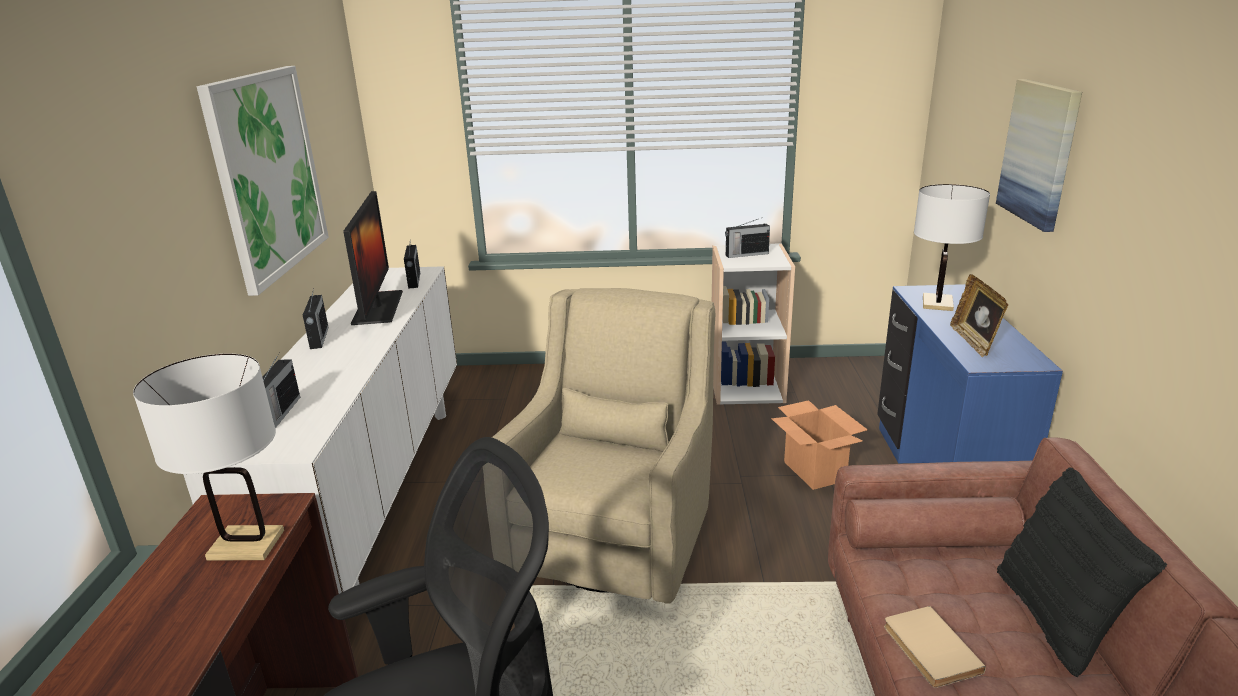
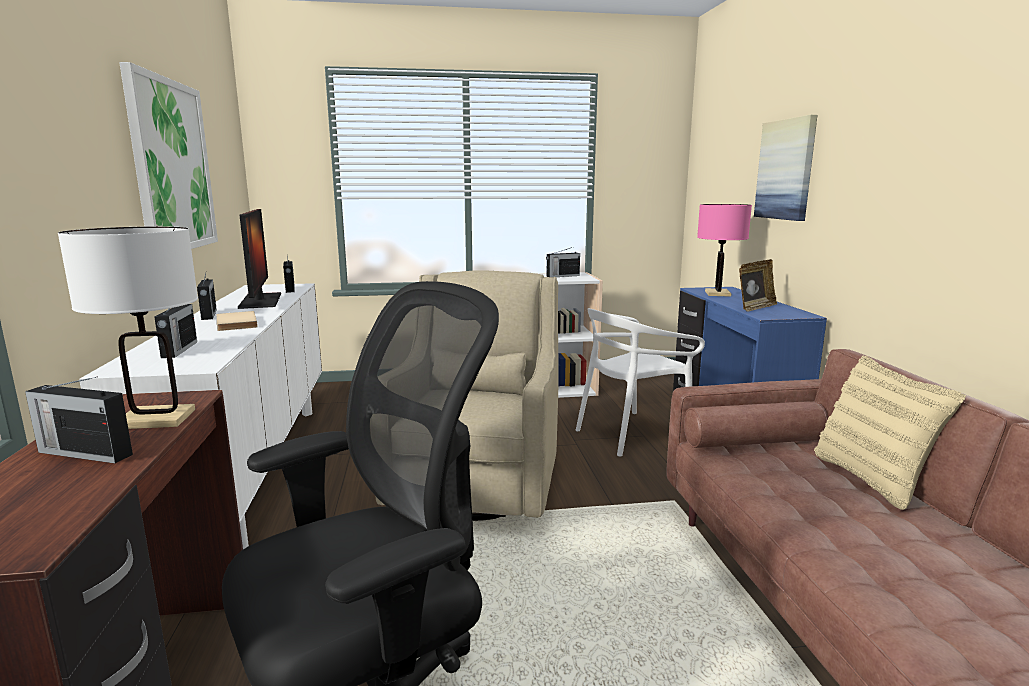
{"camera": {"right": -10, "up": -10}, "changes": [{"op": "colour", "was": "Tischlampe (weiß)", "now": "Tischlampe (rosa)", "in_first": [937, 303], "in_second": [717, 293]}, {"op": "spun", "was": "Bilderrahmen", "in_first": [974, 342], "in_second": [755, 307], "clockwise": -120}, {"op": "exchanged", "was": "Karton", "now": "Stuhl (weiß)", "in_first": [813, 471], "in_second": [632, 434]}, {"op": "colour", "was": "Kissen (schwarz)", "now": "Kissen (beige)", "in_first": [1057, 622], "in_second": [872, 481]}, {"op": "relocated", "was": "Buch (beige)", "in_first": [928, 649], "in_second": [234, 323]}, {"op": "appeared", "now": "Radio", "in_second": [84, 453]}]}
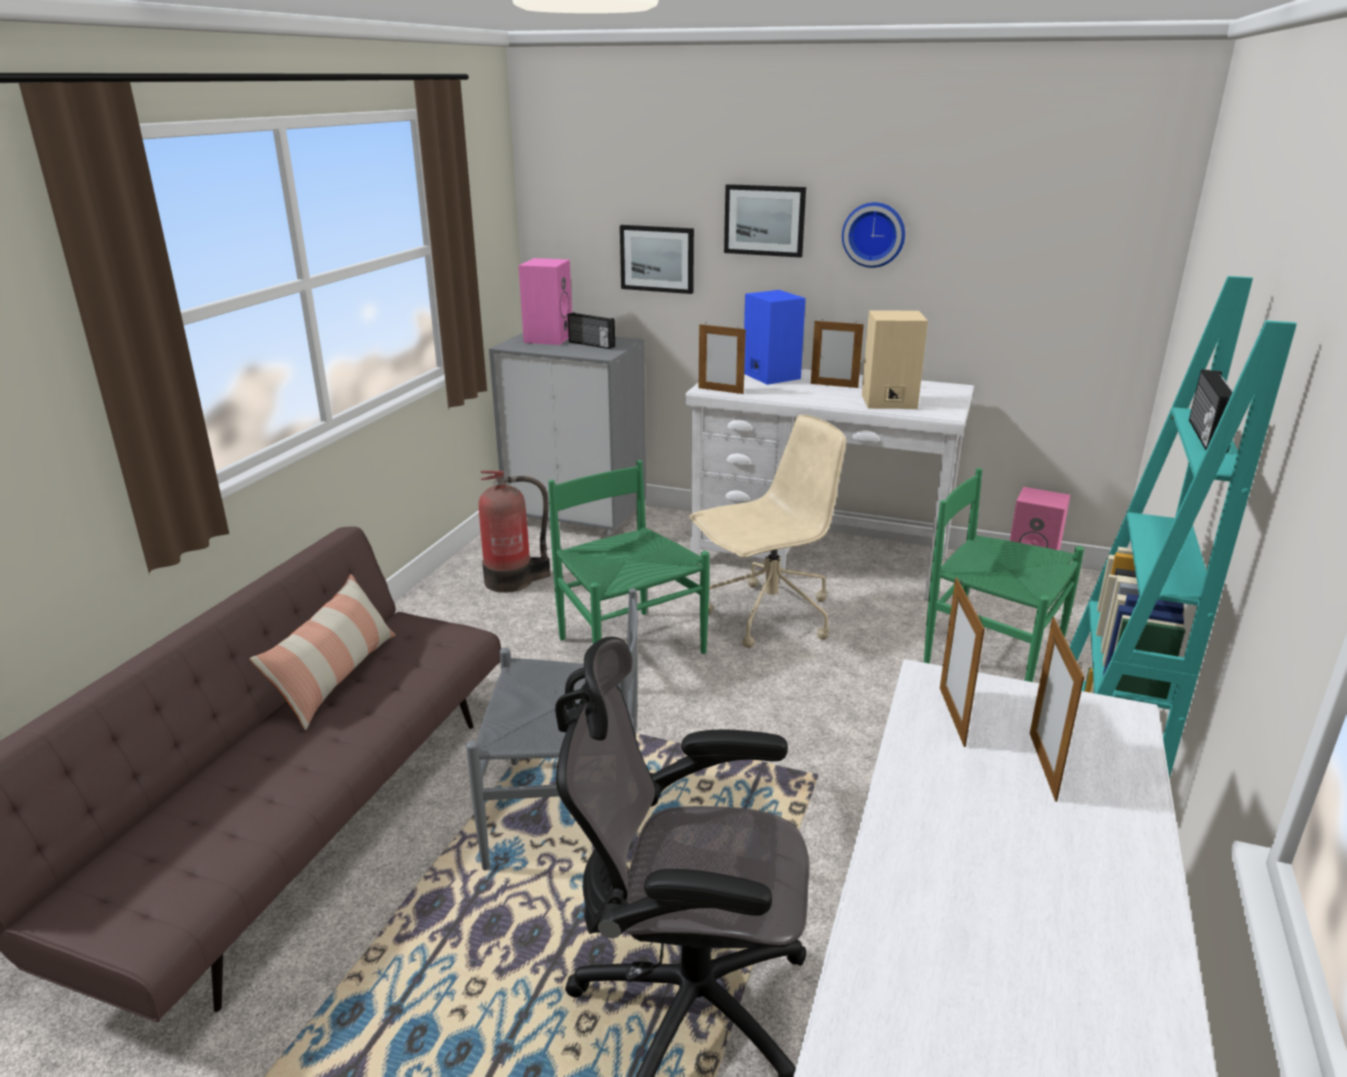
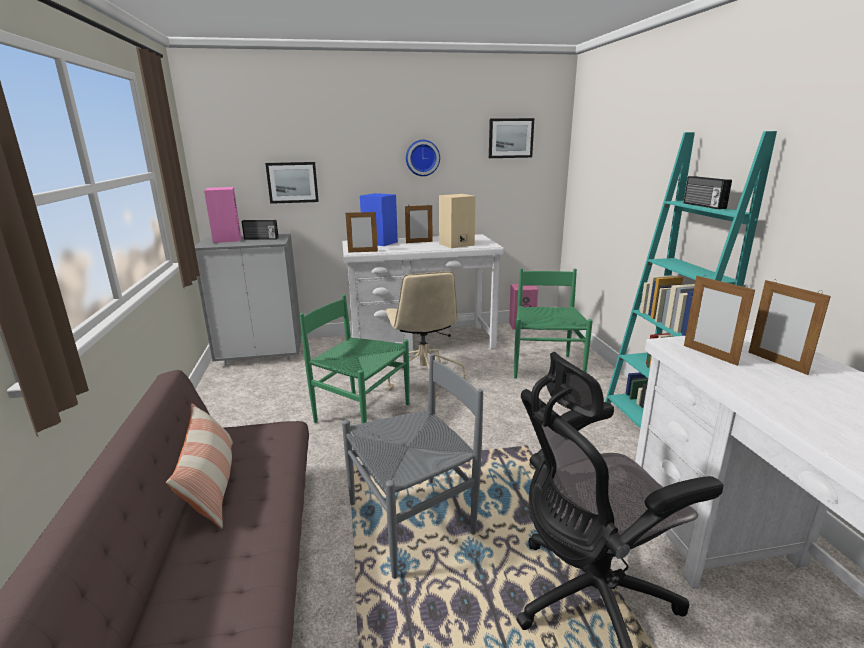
{"camera": {"right": -30, "up": -5}, "changes": [{"op": "relocated", "was": "Bild", "in_first": [764, 220], "in_second": [510, 138]}, {"op": "spun", "was": "Bürostuhl (beige)", "in_first": [765, 618], "in_second": [423, 378], "clockwise": 135}, {"op": "spun", "was": "Stuhl (grün)", "in_first": [990, 658], "in_second": [545, 366], "clockwise": 90}, {"op": "missing", "was": "Feuerlöscher", "in_first": [513, 580]}]}
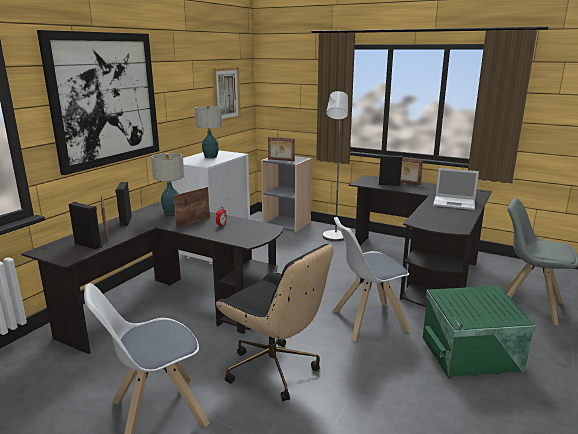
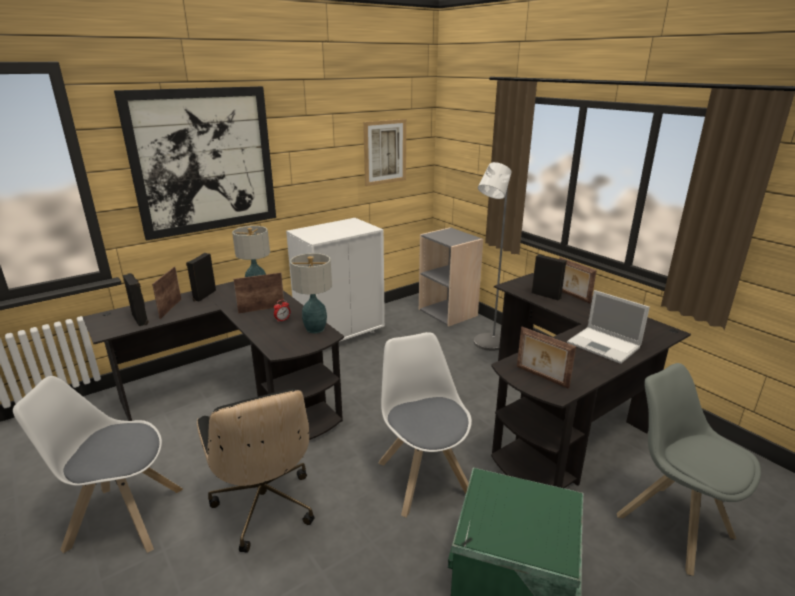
{"camera": {"right": 25, "up": 5}, "changes": [{"op": "relocated", "was": "Tischlampe", "in_first": [211, 157], "in_second": [315, 329]}, {"op": "relocated", "was": "Bilderrahmen", "in_first": [281, 160], "in_second": [541, 377]}, {"op": "spun", "was": "Stuhl", "in_first": [367, 321], "in_second": [423, 476], "clockwise": 60}]}
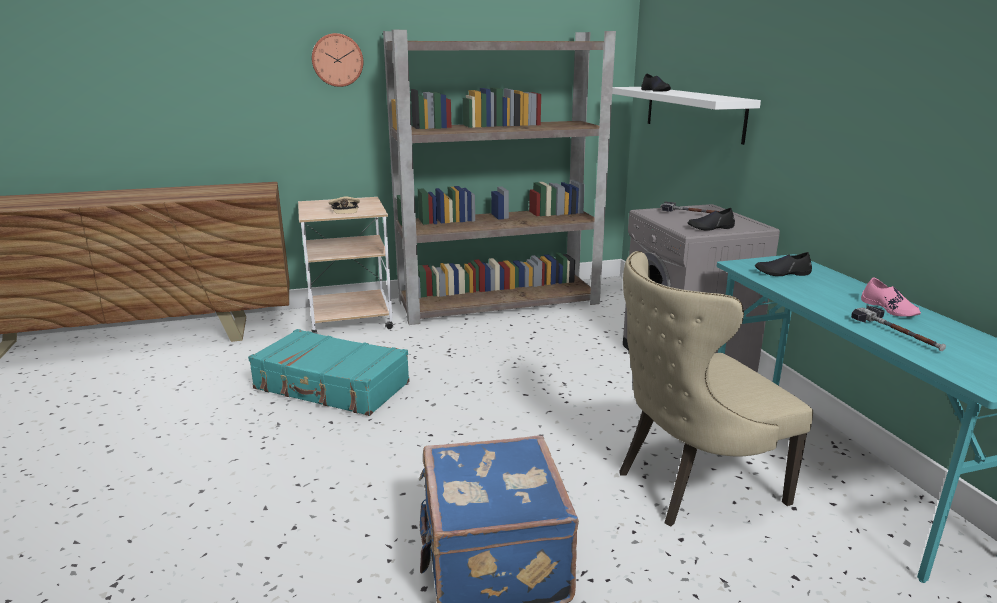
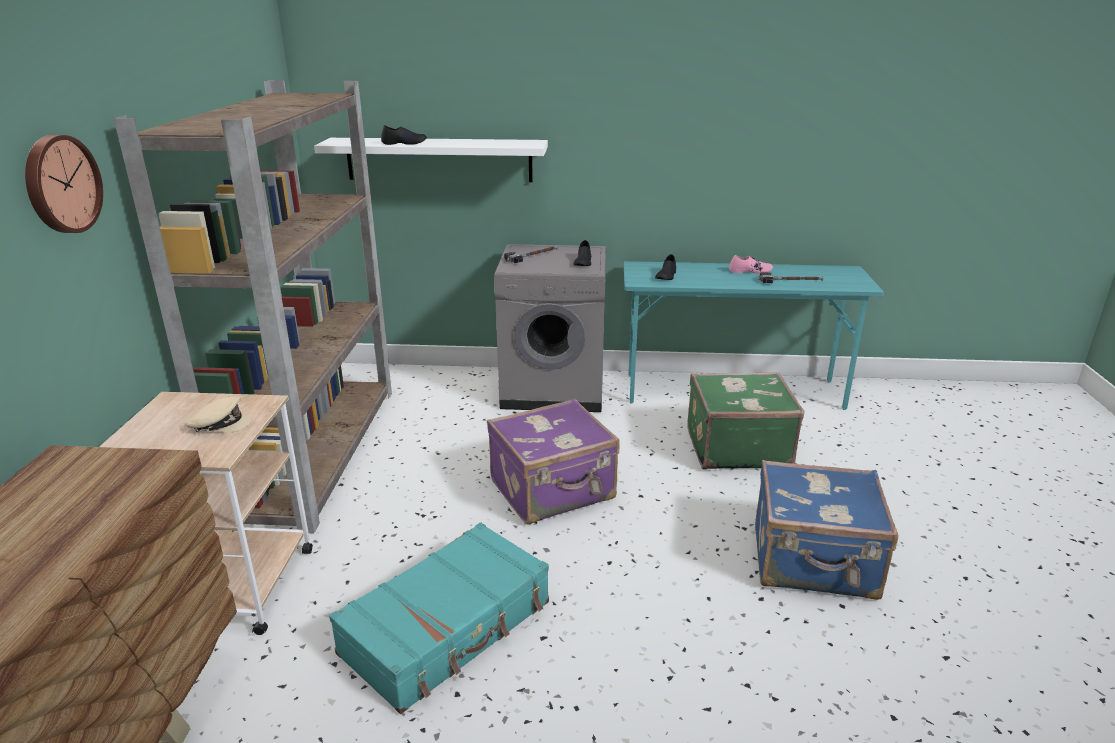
{"camera": {"right": -70, "up": 5}, "changes": [{"op": "exchanged", "was": "Stuhl (beige)", "now": "Koffer (grün)", "in_first": [691, 484], "in_second": [736, 447]}, {"op": "appeared", "now": "Koffer (lila)", "in_second": [553, 491]}]}
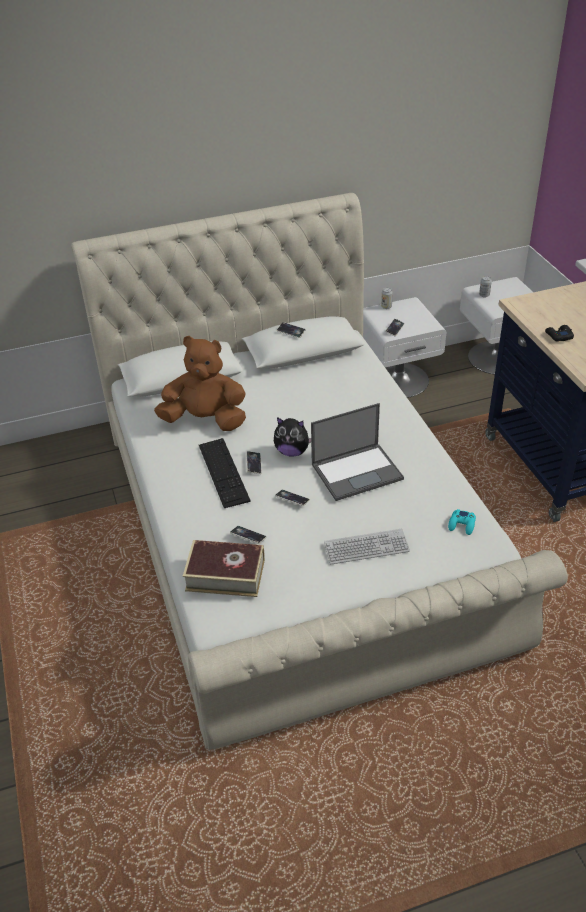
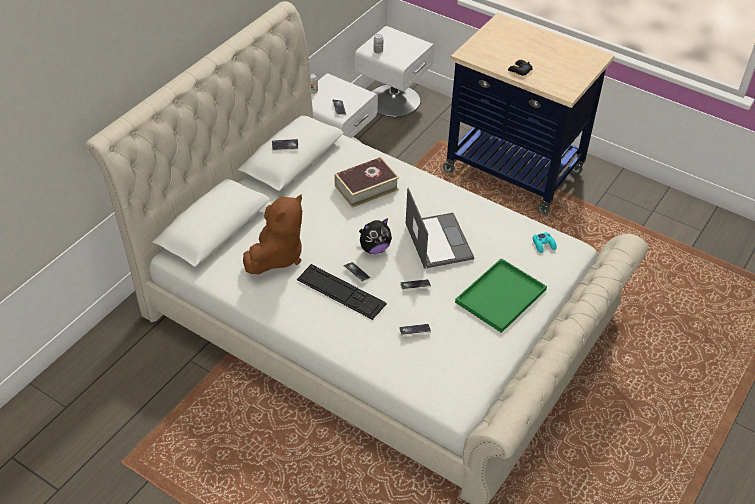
{"camera": {"right": -40, "up": 5}, "changes": [{"op": "spun", "was": "Plüschtier (braun)", "in_first": [205, 420], "in_second": [277, 256], "clockwise": 150}, {"op": "spun", "was": "Laptop", "in_first": [357, 471], "in_second": [438, 240], "clockwise": -45}, {"op": "exchanged", "was": "Tastatur", "now": "Tablett (grün)", "in_first": [366, 548], "in_second": [501, 294]}, {"op": "relocated", "was": "Buch", "in_first": [225, 575], "in_second": [366, 188]}]}
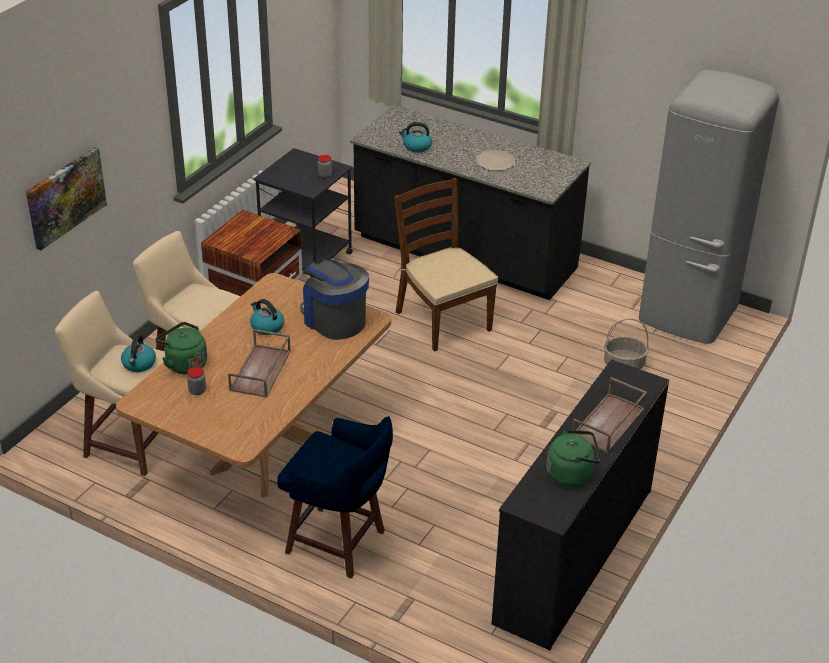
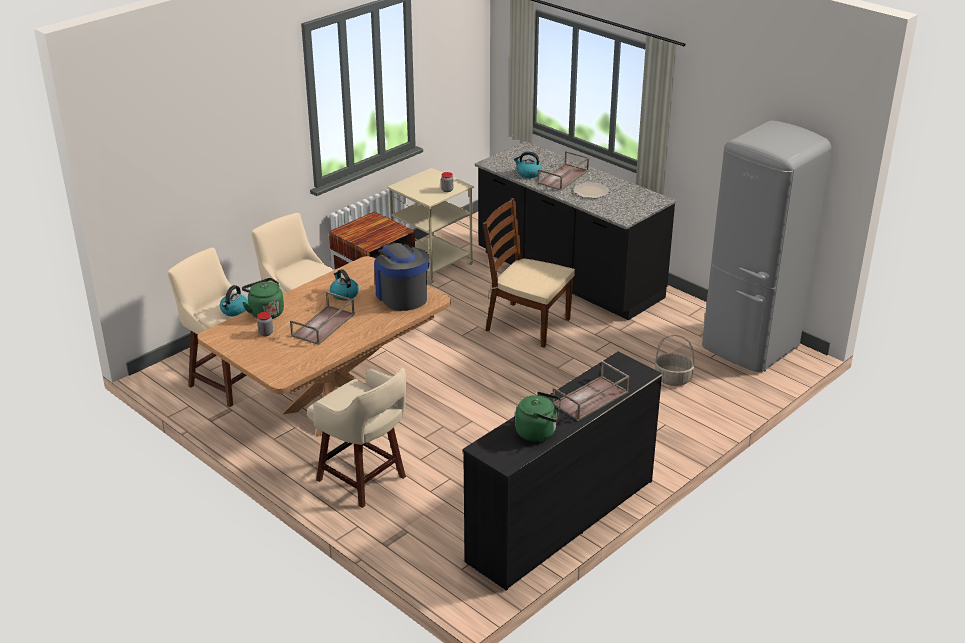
{"camera": {"right": 15, "up": -5}, "changes": [{"op": "missing", "was": "Bild", "in_first": [65, 197]}, {"op": "colour", "was": "Rollwagen (schwarz)", "now": "Rollwagen (beige)", "in_first": [307, 258], "in_second": [433, 263]}, {"op": "spun", "was": "Stuhl (braun)", "in_first": [442, 320], "in_second": [527, 324], "clockwise": -45}, {"op": "colour", "was": "Hocker (blau)", "now": "Hocker (beige)", "in_first": [339, 544], "in_second": [363, 481]}, {"op": "appeared", "now": "Tablett (braun)", "in_second": [563, 177]}]}
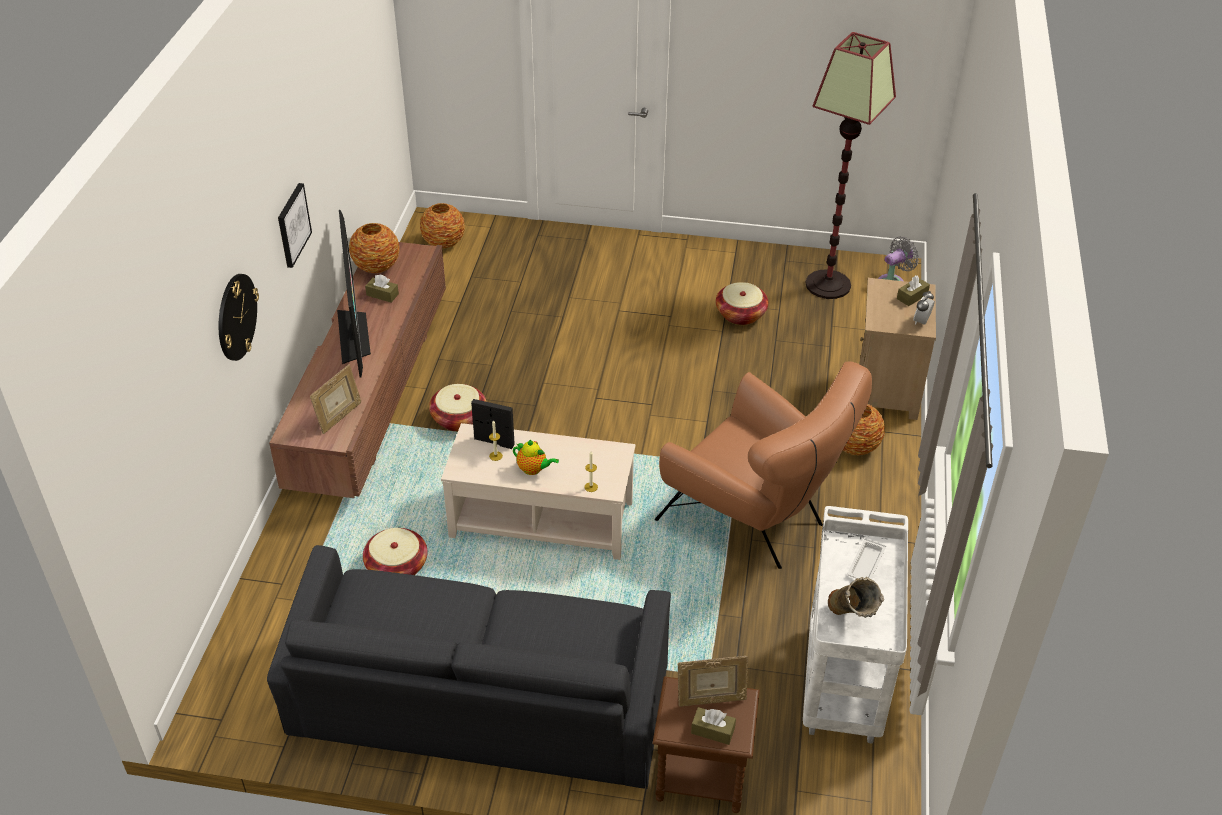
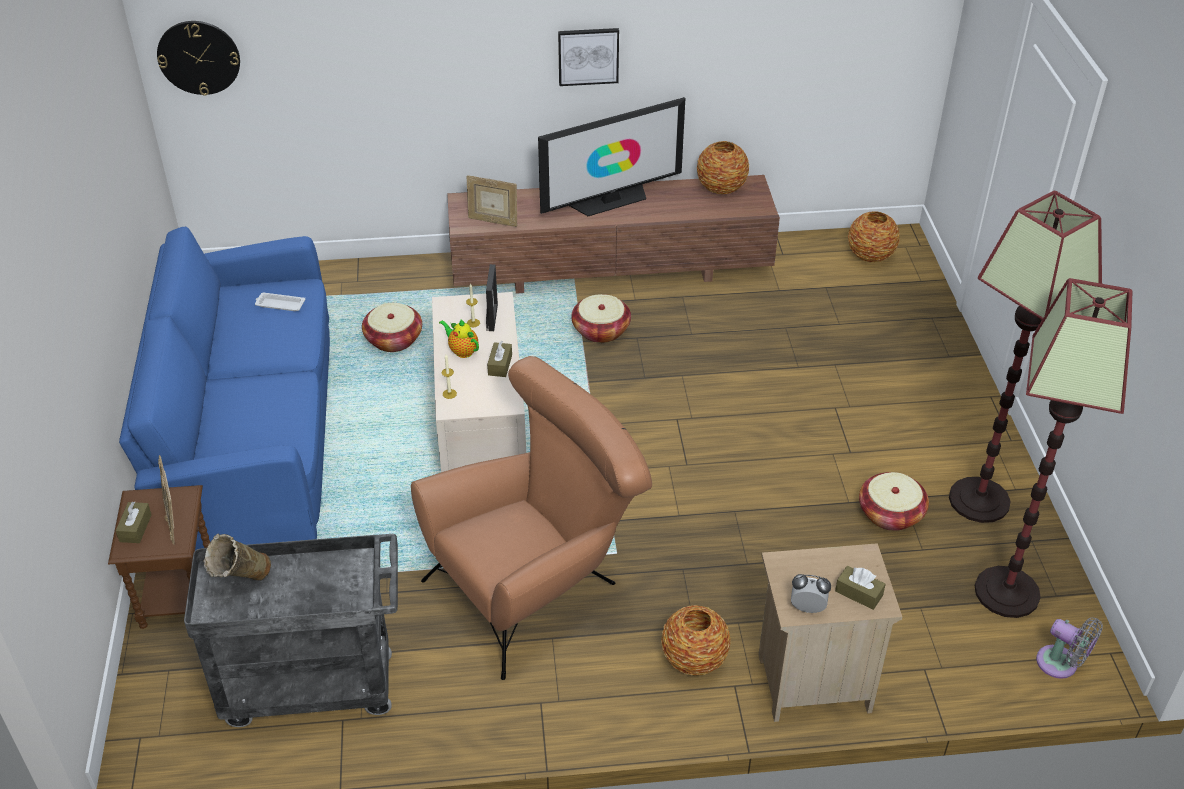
{"camera": {"right": 75, "up": 0}, "changes": [{"op": "relocated", "was": "Wanduhr", "in_first": [236, 317], "in_second": [199, 57]}, {"op": "relocated", "was": "Taschentuchbox (braun)", "in_first": [382, 295], "in_second": [500, 365]}, {"op": "spun", "was": "Sessel (braun)", "in_first": [757, 519], "in_second": [536, 583], "clockwise": -150}, {"op": "spun", "was": "Teekanne", "in_first": [533, 469], "in_second": [462, 351], "clockwise": 120}, {"op": "colour", "was": "Rollwagen (weiß)", "now": "Rollwagen (schwarz)", "in_first": [843, 678], "in_second": [318, 692]}, {"op": "relocated", "was": "Tablett (weiß)", "in_first": [865, 564], "in_second": [279, 304]}, {"op": "colour", "was": "Sofa (grau)", "now": "Sofa (blau)", "in_first": [479, 700], "in_second": [249, 425]}, {"op": "appeared", "now": "Stehlampe", "in_second": [980, 500]}]}
